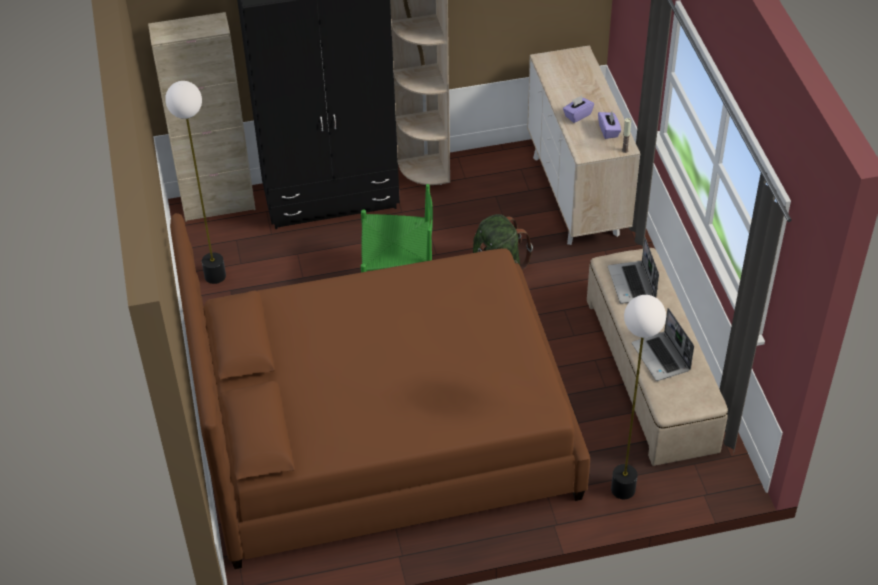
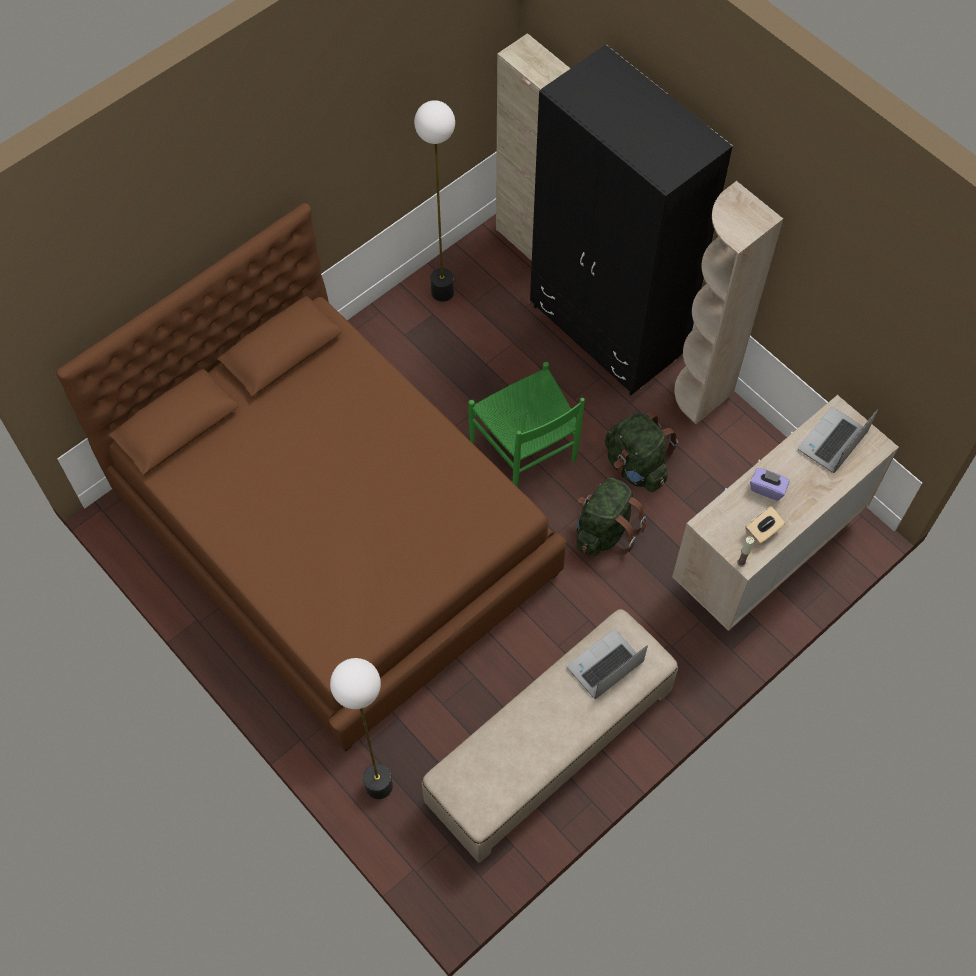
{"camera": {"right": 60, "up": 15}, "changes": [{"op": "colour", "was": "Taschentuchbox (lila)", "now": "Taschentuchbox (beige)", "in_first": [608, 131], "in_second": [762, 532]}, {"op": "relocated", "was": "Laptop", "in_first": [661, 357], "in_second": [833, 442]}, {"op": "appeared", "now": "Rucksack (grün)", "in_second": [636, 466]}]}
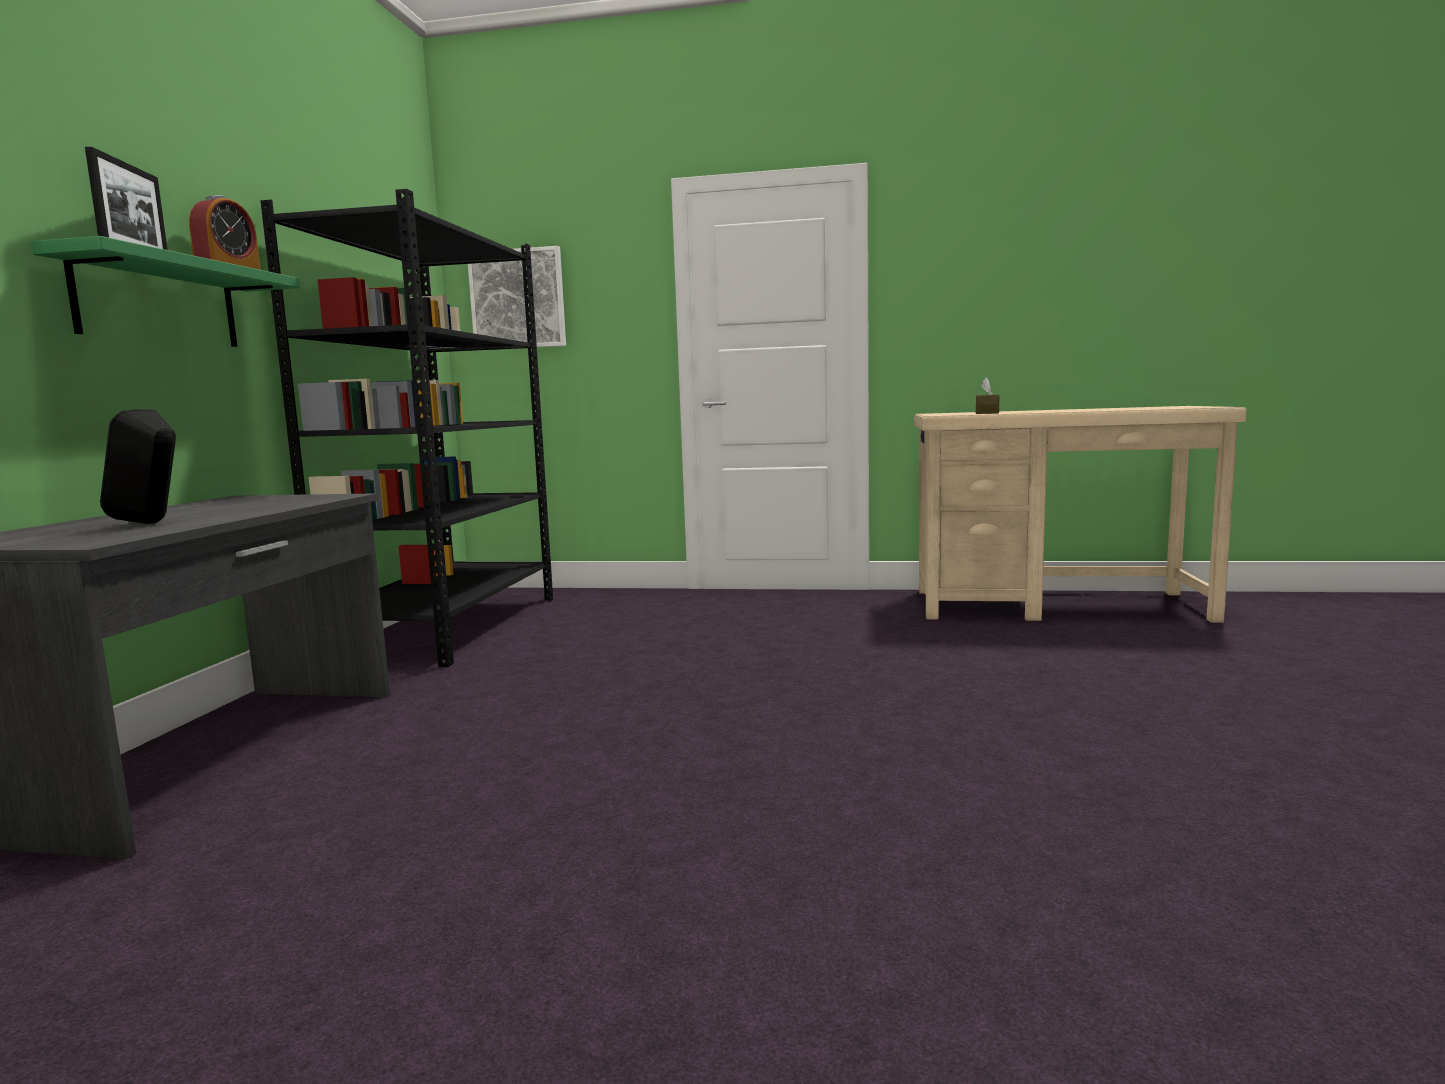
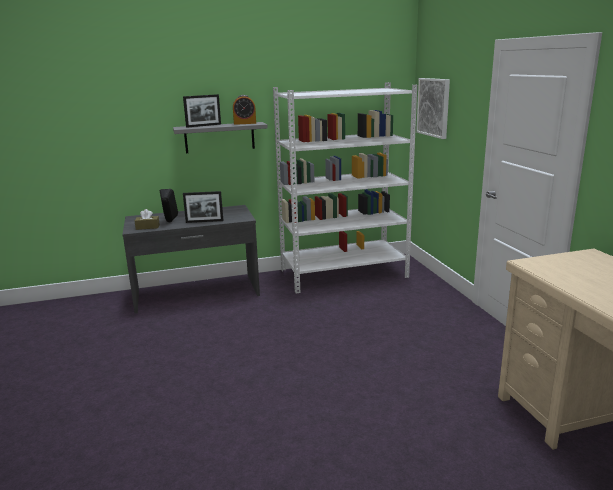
{"camera": {"right": 65, "up": 10}, "changes": [{"op": "colour", "was": "Bücherregal (schwarz)", "now": "Bücherregal (weiß)", "in_first": [449, 627], "in_second": [343, 273]}, {"op": "colour", "was": "Wandregal (grün)", "now": "Wandregal (grau)", "in_first": [158, 302], "in_second": [219, 137]}, {"op": "relocated", "was": "Taschentuchbox (braun)", "in_first": [987, 413], "in_second": [147, 227]}, {"op": "appeared", "now": "Bilderrahmen", "in_second": [204, 221]}]}
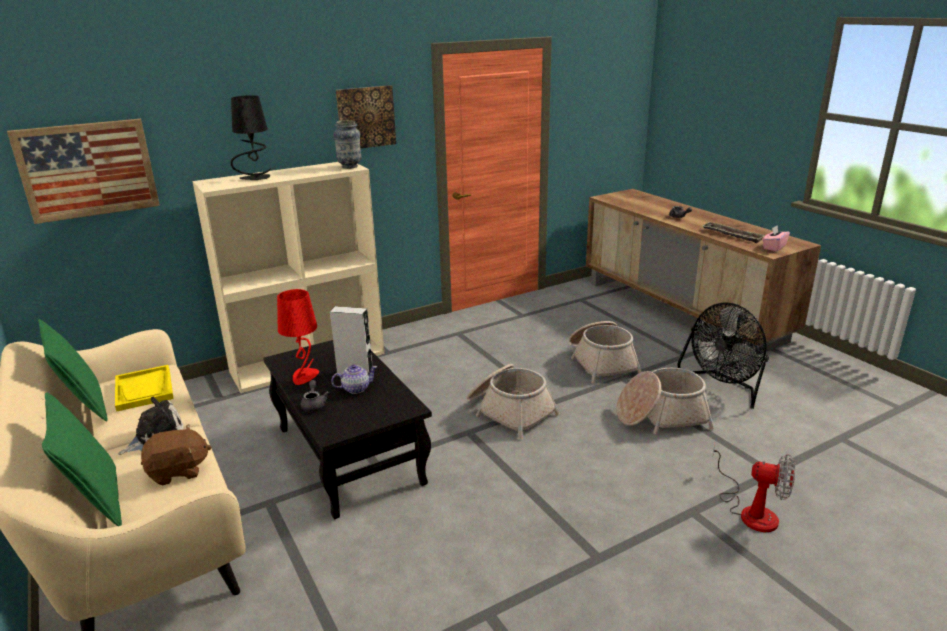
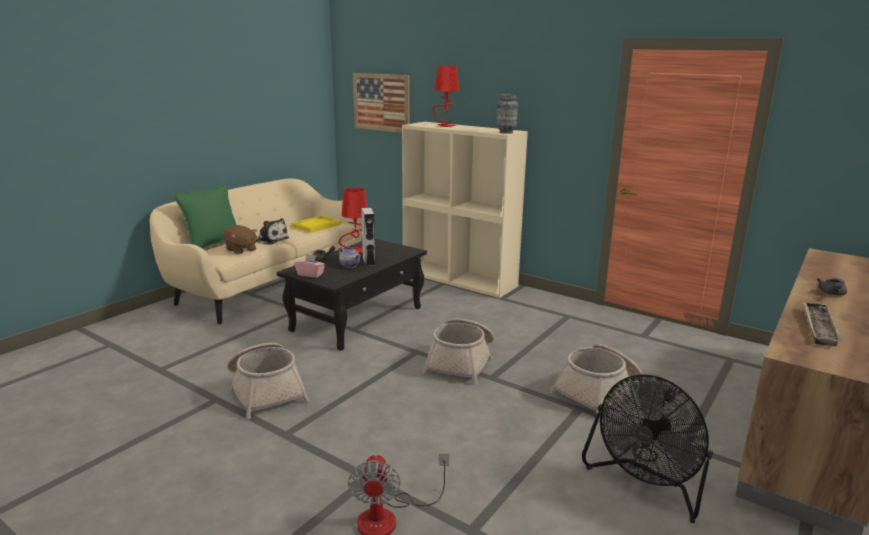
{"camera": {"right": 65, "up": -5}, "changes": [{"op": "missing", "was": "Bild", "in_first": [366, 117]}, {"op": "colour", "was": "Tischlampe (schwarz)", "now": "Tischlampe (rot)", "in_first": [255, 178], "in_second": [445, 126]}, {"op": "relocated", "was": "Taschentuchbox (rosa)", "in_first": [773, 247], "in_second": [310, 274]}, {"op": "spun", "was": "Ventilator (schwarz)", "in_first": [723, 384], "in_second": [643, 480], "clockwise": -75}, {"op": "missing", "was": "Kissen (grün)", "in_first": [84, 407]}, {"op": "relocated", "was": "Korb", "in_first": [661, 416], "in_second": [266, 391]}]}
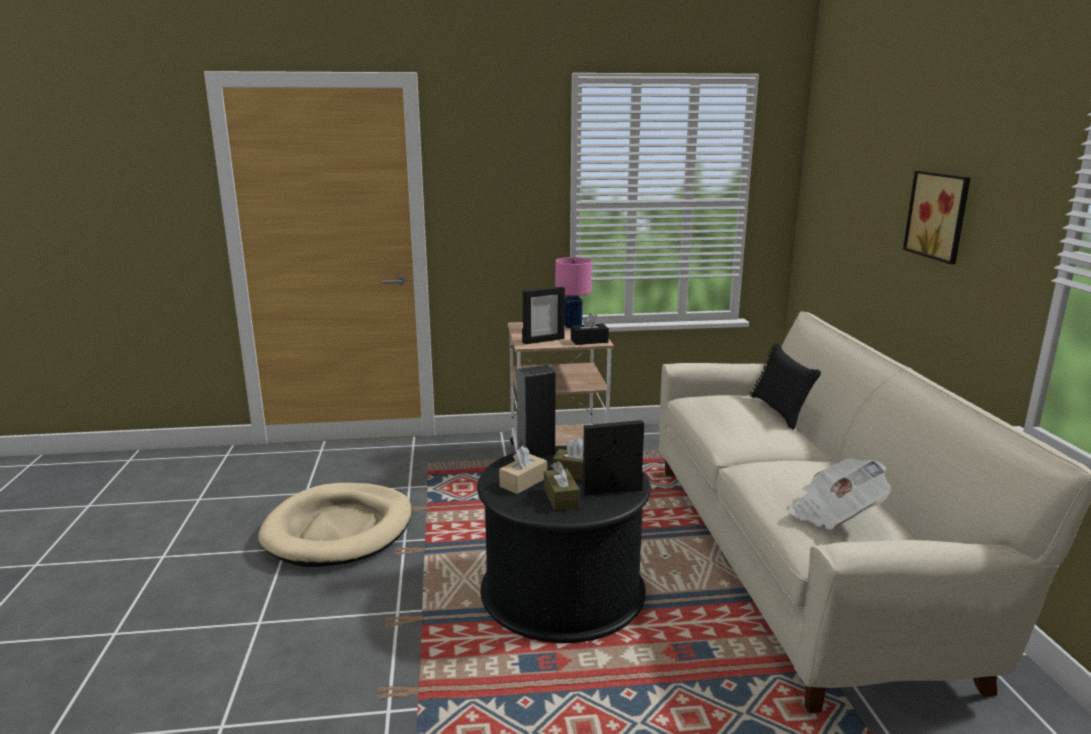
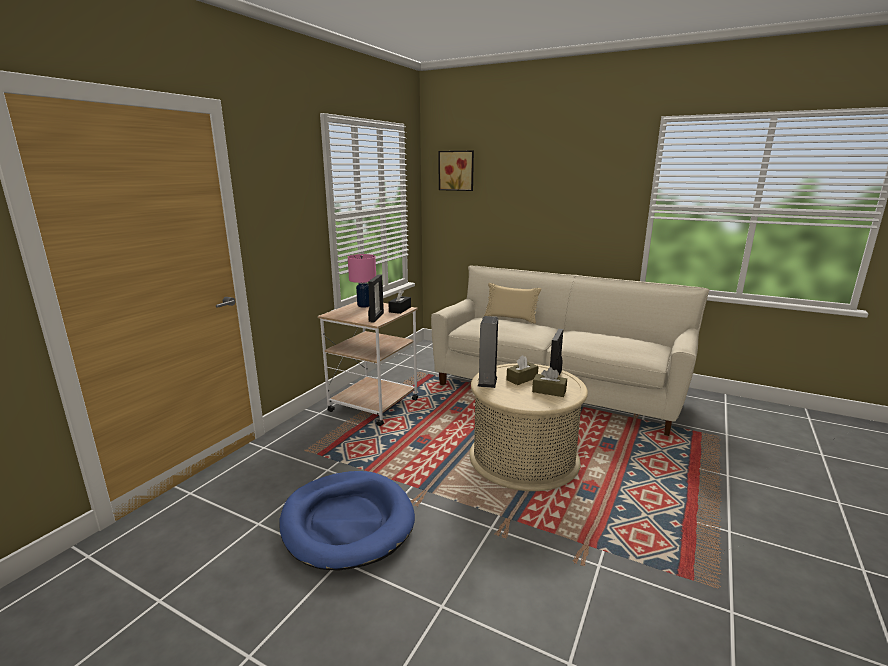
{"camera": {"right": -55, "up": 0}, "changes": [{"op": "relocated", "was": "Bild", "in_first": [940, 215], "in_second": [457, 170]}, {"op": "colour", "was": "Kissen (schwarz)", "now": "Kissen (beige)", "in_first": [780, 412], "in_second": [510, 319]}, {"op": "colour", "was": "Couchtisch (schwarz)", "now": "Couchtisch (beige)", "in_first": [562, 590], "in_second": [523, 458]}, {"op": "missing", "was": "Taschentuchbox (beige)", "in_first": [523, 482]}, {"op": "missing", "was": "Zeitung", "in_first": [835, 514]}, {"op": "colour", "was": "Hundebett (beige)", "now": "Hundebett (blau)", "in_first": [339, 529], "in_second": [347, 522]}]}
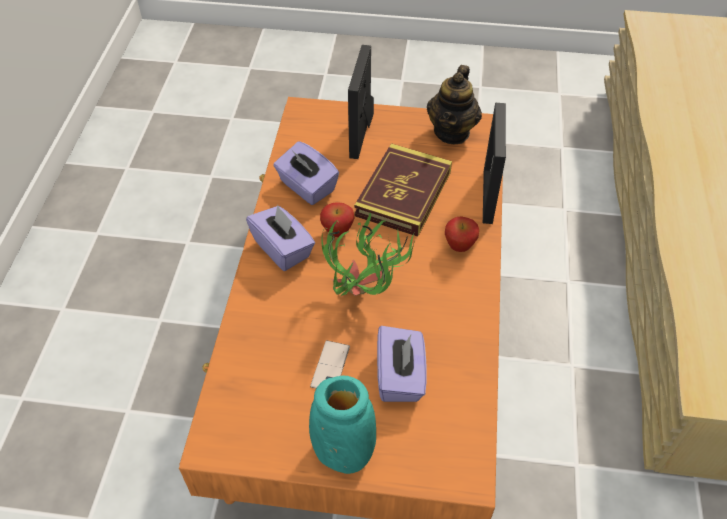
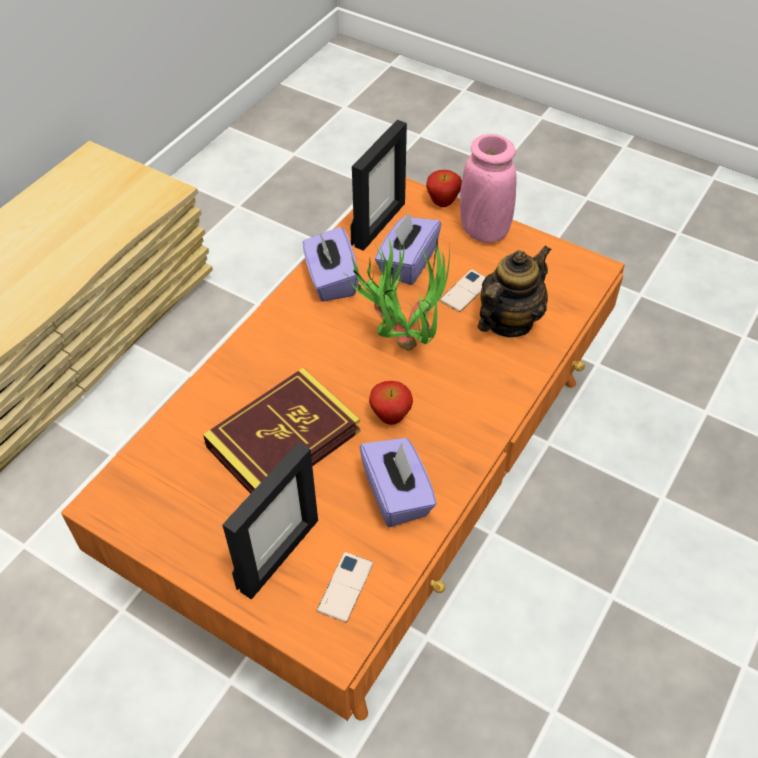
{"camera": {"right": -155, "up": 0}, "changes": [{"op": "relocated", "was": "Teekanne", "in_first": [452, 132], "in_second": [508, 321]}, {"op": "relocated", "was": "Bilderrahmen", "in_first": [489, 196], "in_second": [378, 224]}, {"op": "relocated", "was": "Taschentuchbox (lila)", "in_first": [283, 249], "in_second": [331, 280]}, {"op": "relocated", "was": "Apfel", "in_first": [459, 247], "in_second": [442, 203]}, {"op": "colour", "was": "Vase (türkis)", "now": "Vase (rosa)", "in_first": [343, 452], "in_second": [483, 231]}, {"op": "appeared", "now": "Handy", "in_second": [345, 587]}]}
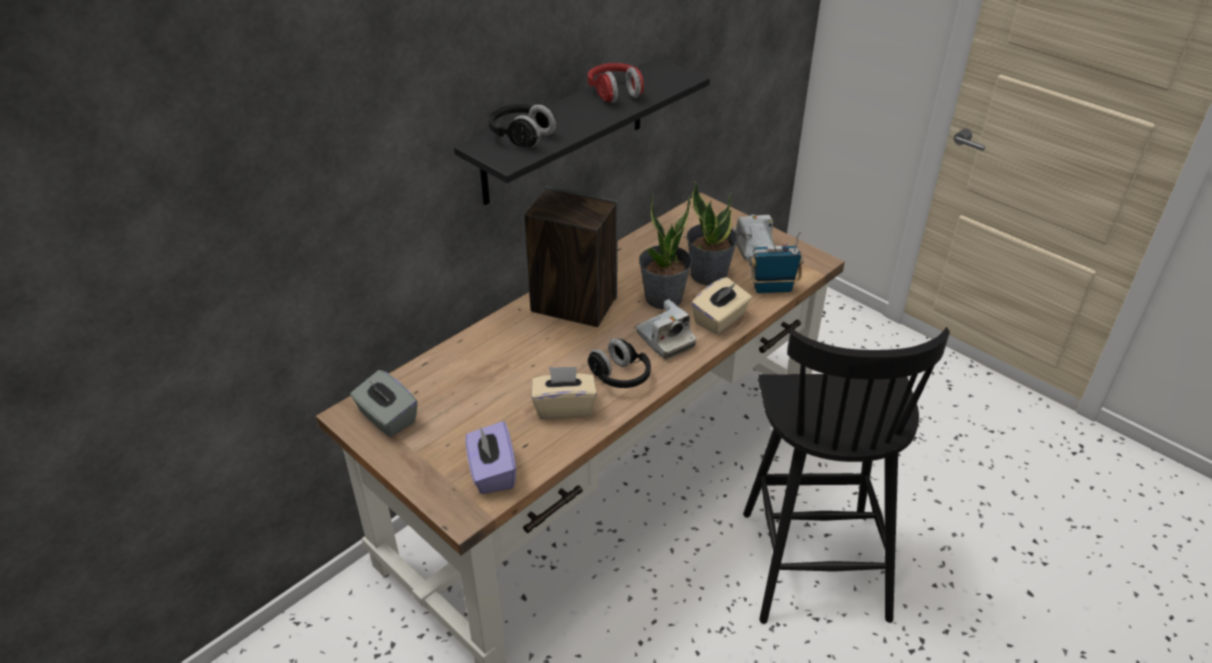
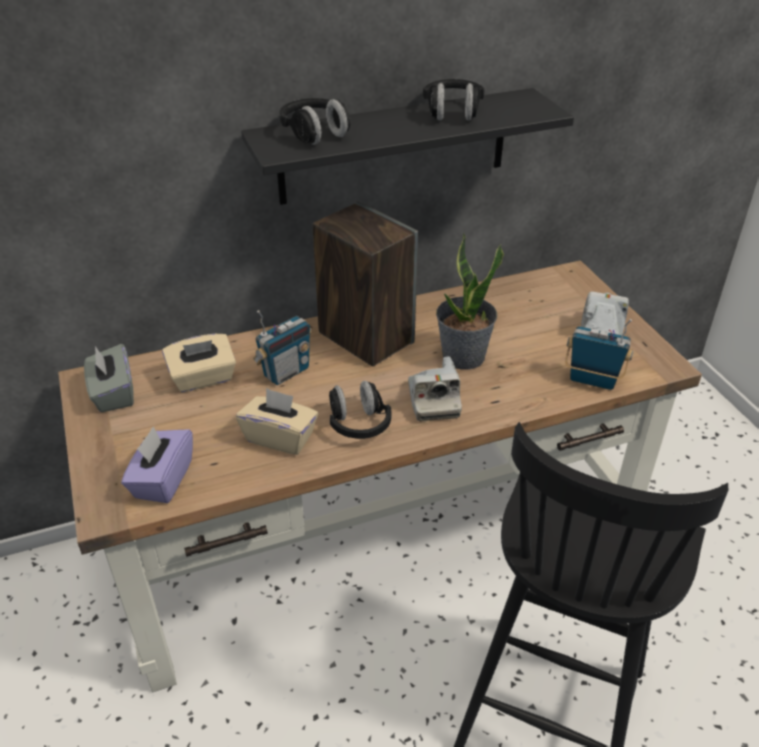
{"camera": {"right": 25, "up": 0}, "changes": [{"op": "colour", "was": "Kopfhörer (rot)", "now": "Kopfhörer (schwarz)", "in_first": [615, 93], "in_second": [452, 113]}, {"op": "missing", "was": "Topfpflanze", "in_first": [708, 274]}, {"op": "relocated", "was": "Taschentuchbox (beige)", "in_first": [720, 319], "in_second": [203, 378]}, {"op": "appeared", "now": "Radio", "in_second": [286, 372]}]}
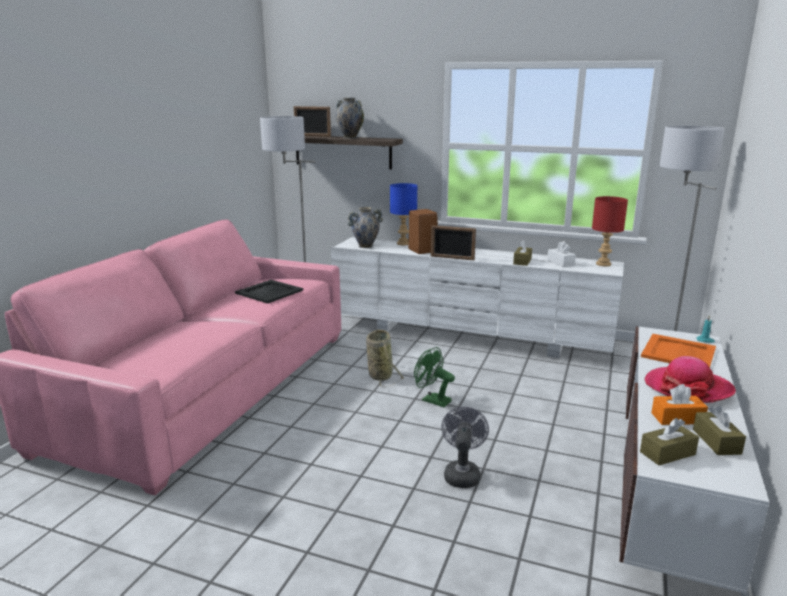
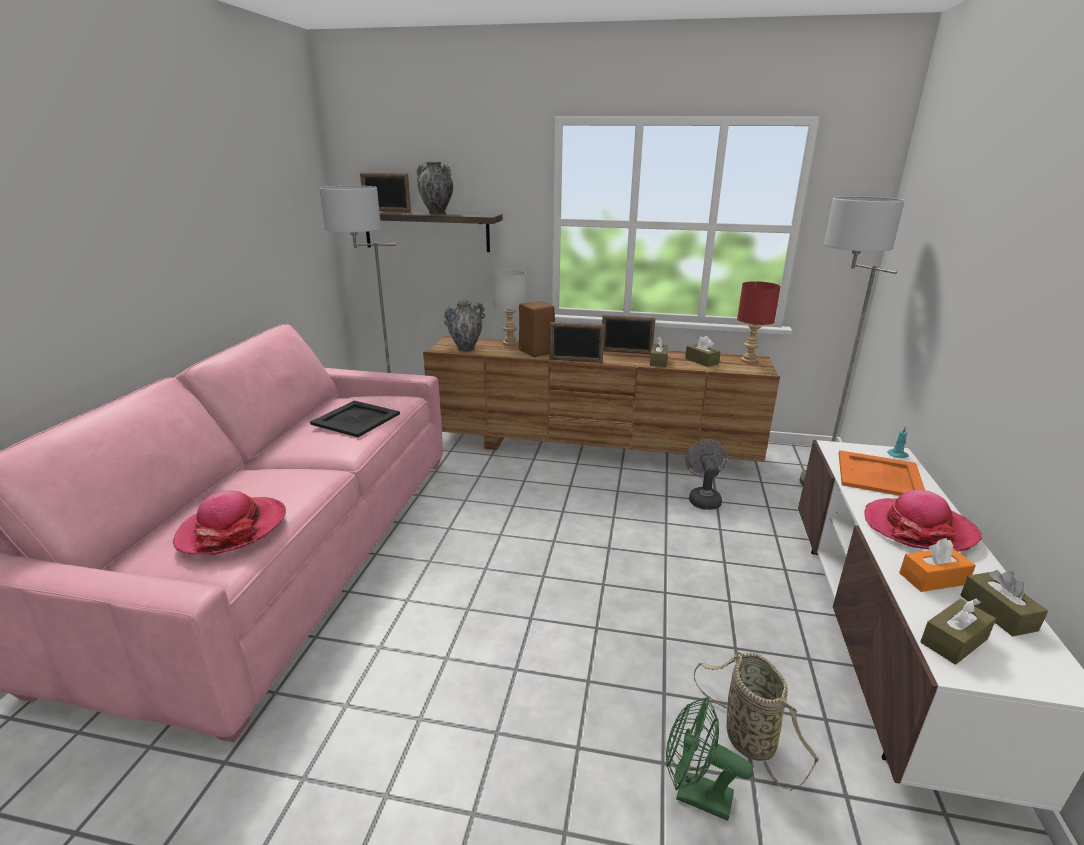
{"camera": {"right": -10, "up": 5}, "changes": [{"op": "colour", "was": "Tischlampe (blau)", "now": "Tischlampe (grau)", "in_first": [403, 243], "in_second": [509, 343]}, {"op": "colour", "was": "Schrank (weiß)", "now": "Schrank (braun)", "in_first": [467, 337], "in_second": [591, 449]}, {"op": "colour", "was": "Taschentuchbox (weiß)", "now": "Taschentuchbox (braun)", "in_first": [560, 263], "in_second": [701, 361]}, {"op": "relocated", "was": "Korb", "in_first": [379, 375], "in_second": [746, 736]}, {"op": "relocated", "was": "Ventilator (grün)", "in_first": [432, 400], "in_second": [694, 794]}, {"op": "relocated", "was": "Ventilator (grau)", "in_first": [462, 473], "in_second": [703, 498]}, {"op": "appeared", "now": "Bilderrahmen", "in_second": [626, 352]}, {"op": "appeared", "now": "Hut", "in_second": [233, 529]}]}
